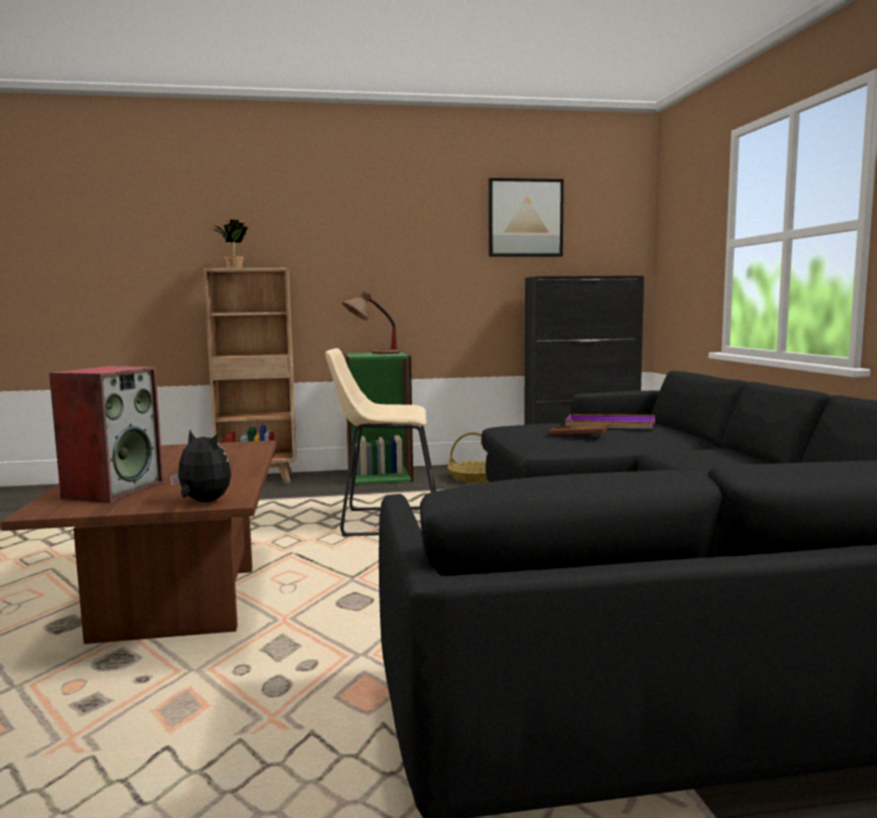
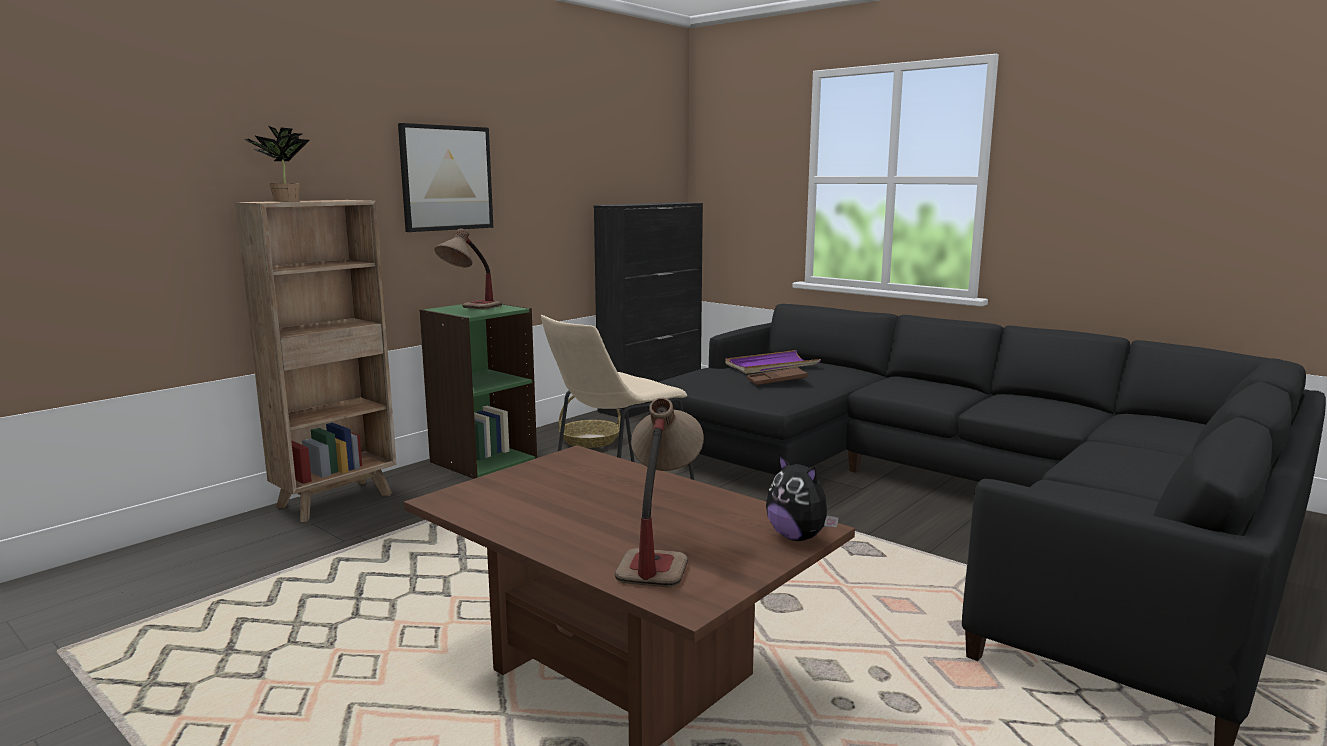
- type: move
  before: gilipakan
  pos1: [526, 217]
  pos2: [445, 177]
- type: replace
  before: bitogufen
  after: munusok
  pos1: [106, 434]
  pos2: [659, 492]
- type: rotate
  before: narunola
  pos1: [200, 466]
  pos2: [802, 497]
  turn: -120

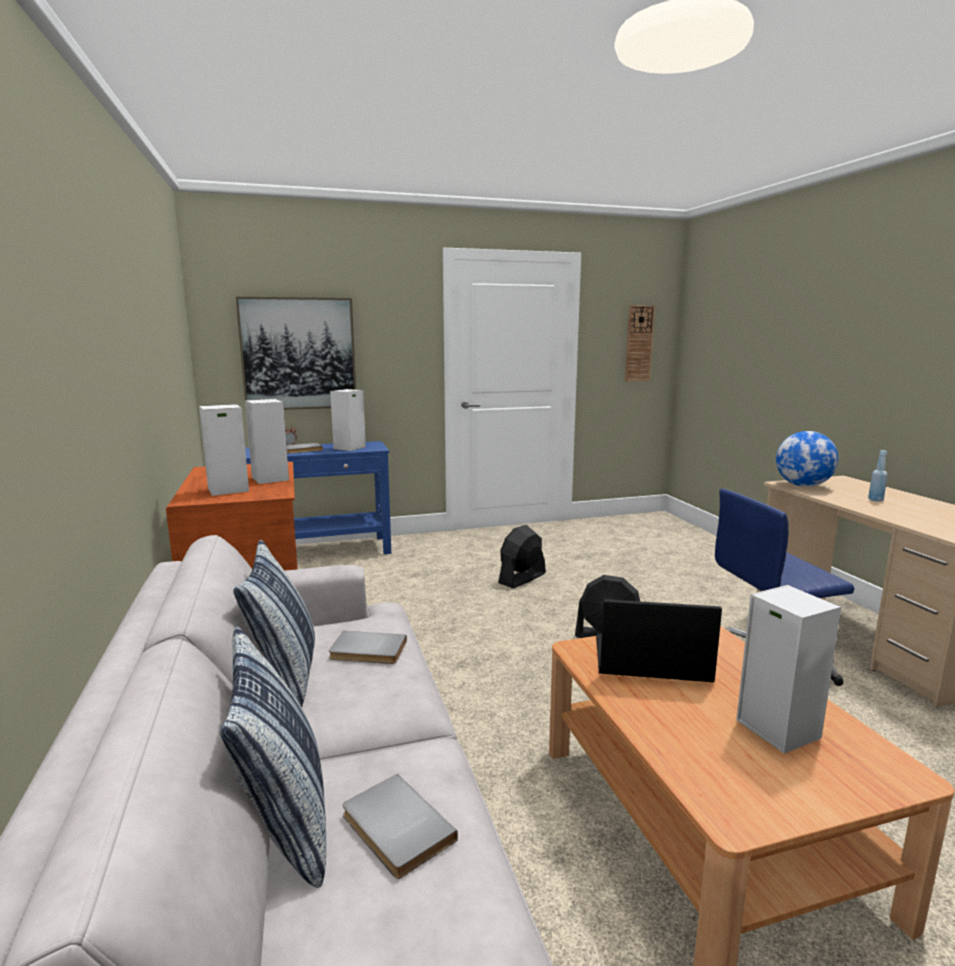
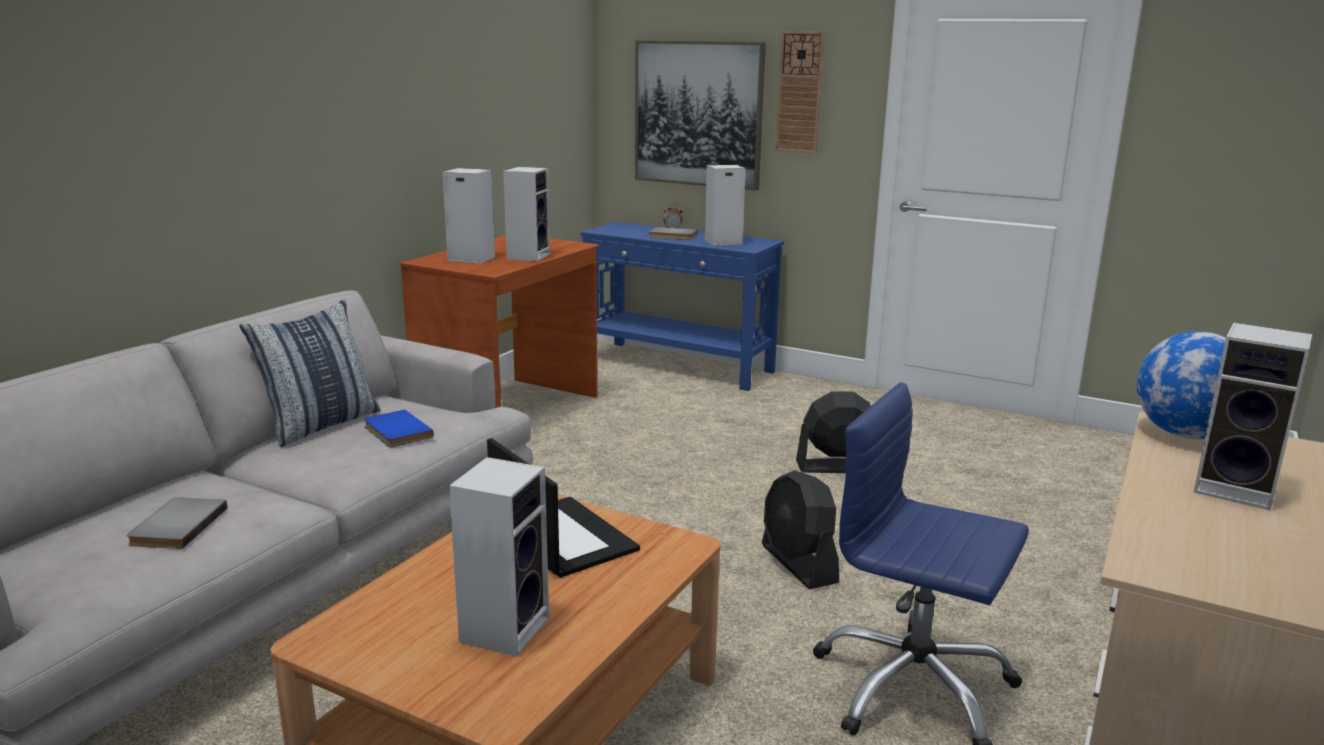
- type: move
  before: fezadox
  pos1: [640, 343]
  pos2: [800, 92]
- type: replace
  before: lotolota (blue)
  after: bitogufen
  pos1: [877, 475]
  pos2: [1253, 416]
- type: delete
  before: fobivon
  pos1: [273, 757]
- type: recolor
  before: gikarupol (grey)
  after: gikarupol (blue)
  pos1: [368, 647]
  pos2: [399, 428]

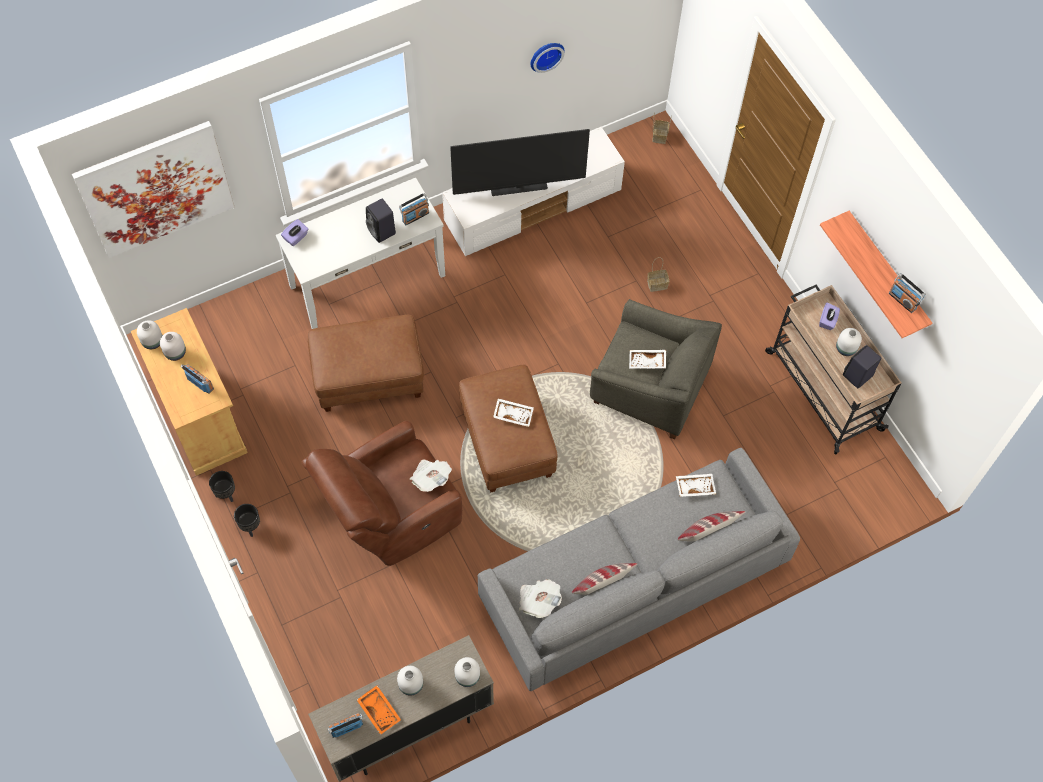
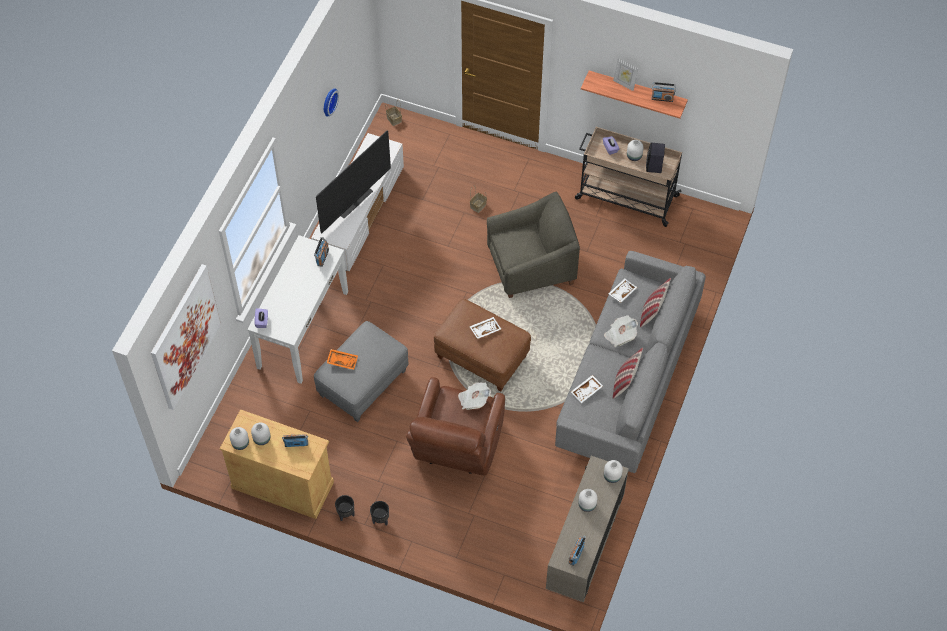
- type: delete
  before: bitogufen (black)
  pos1: [381, 220]
- type: recolor
  before: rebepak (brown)
  after: rebepak (grey)
  pos1: [366, 363]
  pos2: [361, 371]
- type: move
  before: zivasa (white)
  pos1: [647, 359]
  pos2: [587, 389]
- type: move
  before: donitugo
  pos1: [540, 598]
  pos2: [621, 331]
- type: move
  before: zivasa (orange)
  pos1: [379, 710]
  pos2: [342, 359]
- type: insert
  after: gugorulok
  pos2: [625, 74]

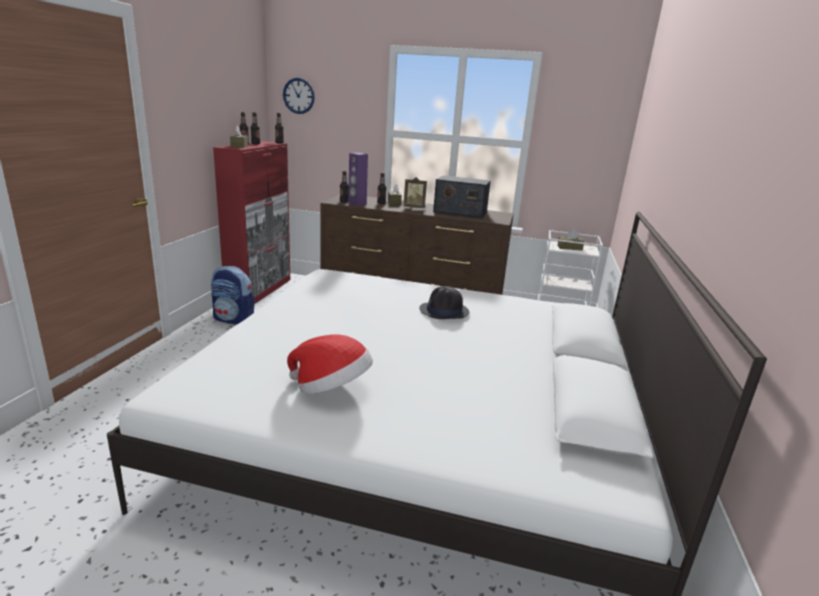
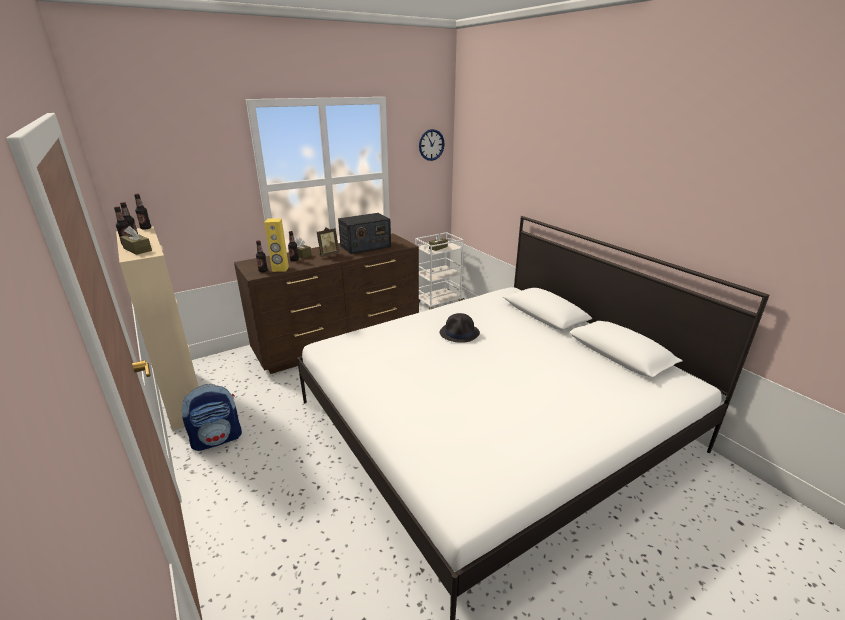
- type: move
  before: fezadox
  pos1: [299, 96]
  pos2: [432, 145]
- type: recolor
  before: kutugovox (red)
  after: kutugovox (beige)
  pos1: [251, 222]
  pos2: [157, 328]
- type: recolor
  before: bitogufen (purple)
  after: bitogufen (yellow)
  pos1: [358, 179]
  pos2: [276, 245]
- type: delete
  before: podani
  pos1: [330, 364]

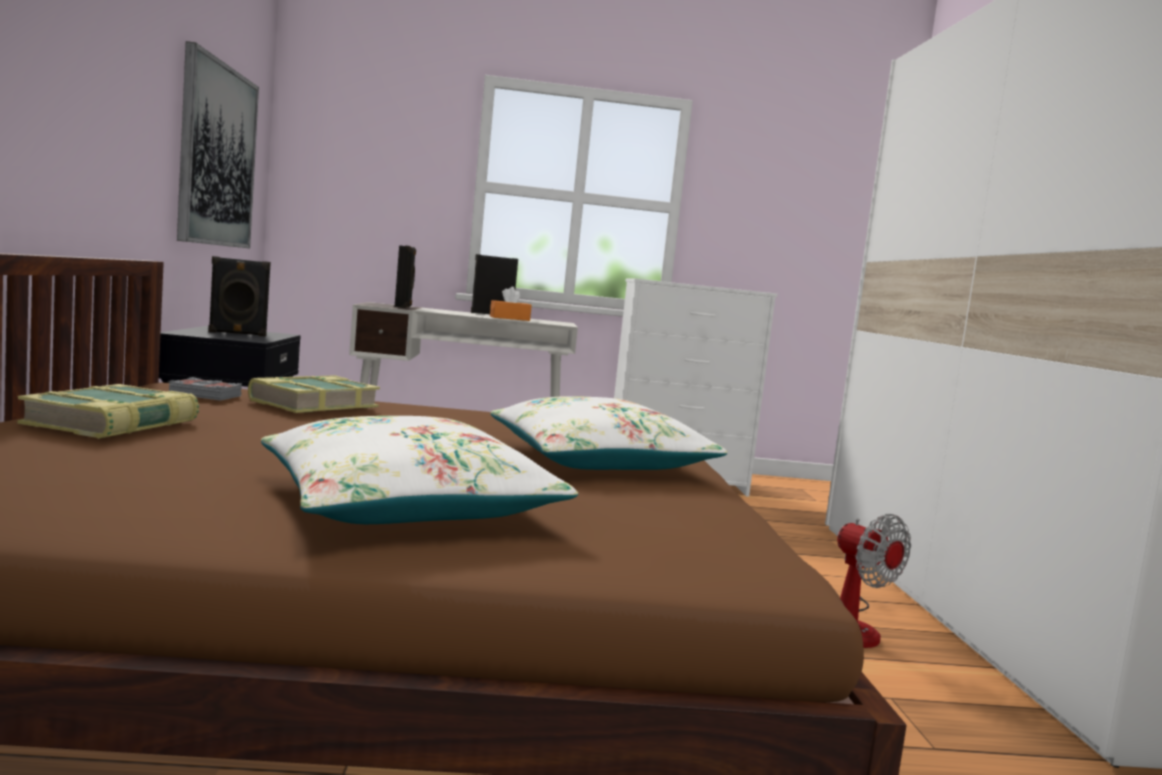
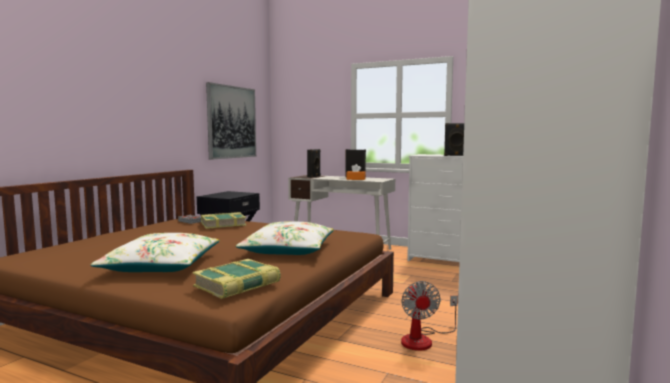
- type: move
  before: bitogufen (black)
  pos1: [239, 296]
  pos2: [454, 139]
- type: move
  before: gikarupol
  pos1: [108, 411]
  pos2: [237, 279]

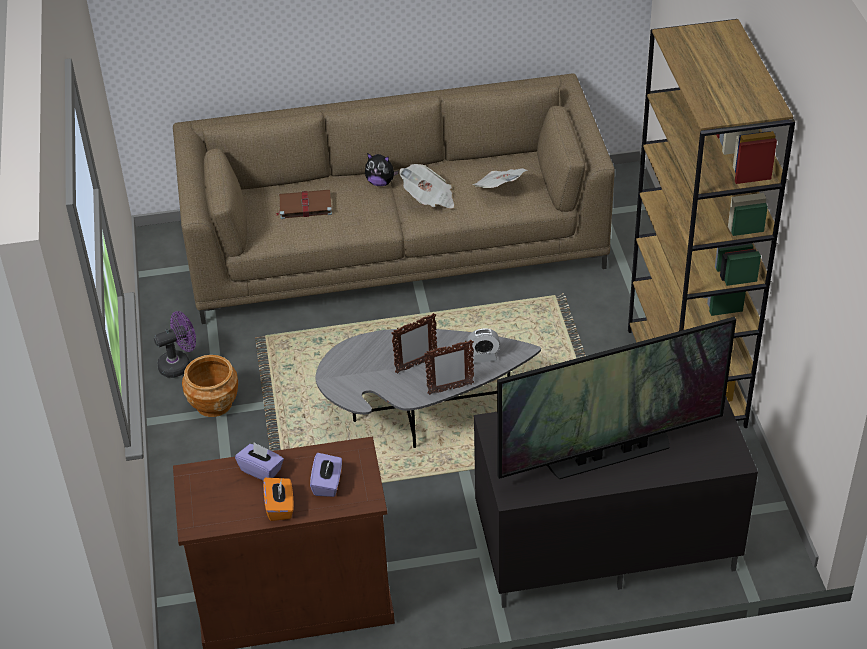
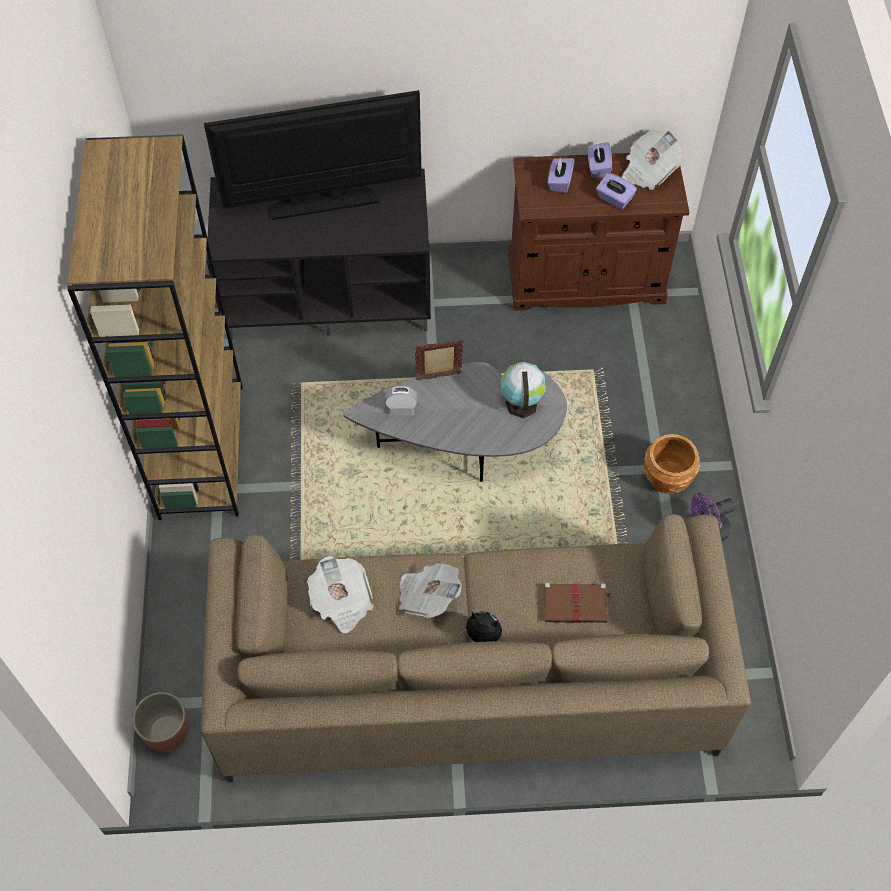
- type: delete
  before: gugorulok
  pos1: [414, 343]
- type: recolor
  before: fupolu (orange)
  after: fupolu (purple)
  pos1: [278, 499]
  pos2: [600, 160]
- type: insert
  after: donitugo
  pos2: [652, 159]
- type: insert
  after: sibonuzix
  pos2: [523, 390]
- type: insert
  after: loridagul
  pos2: [161, 722]

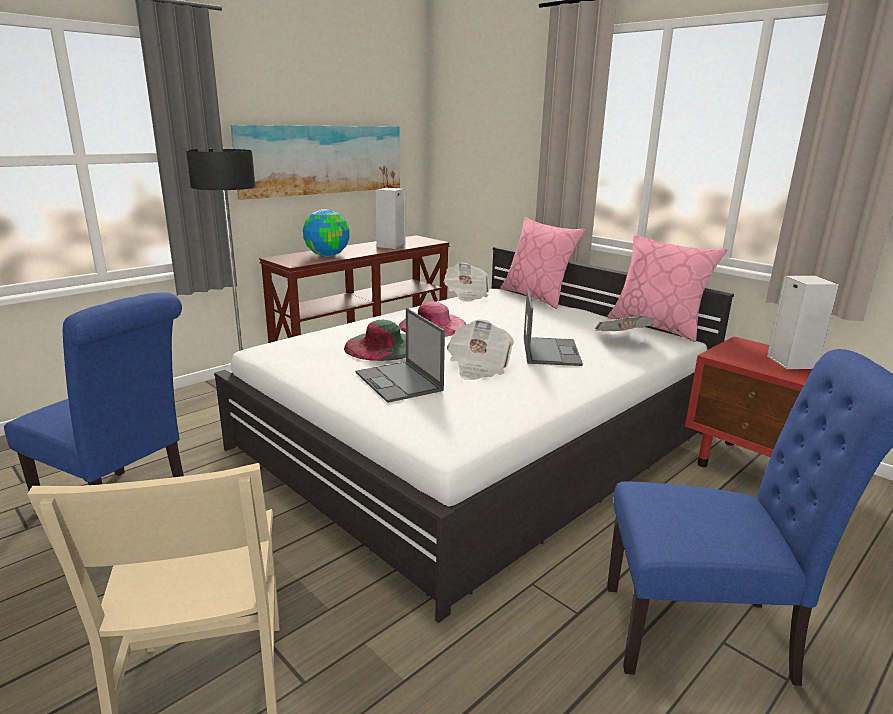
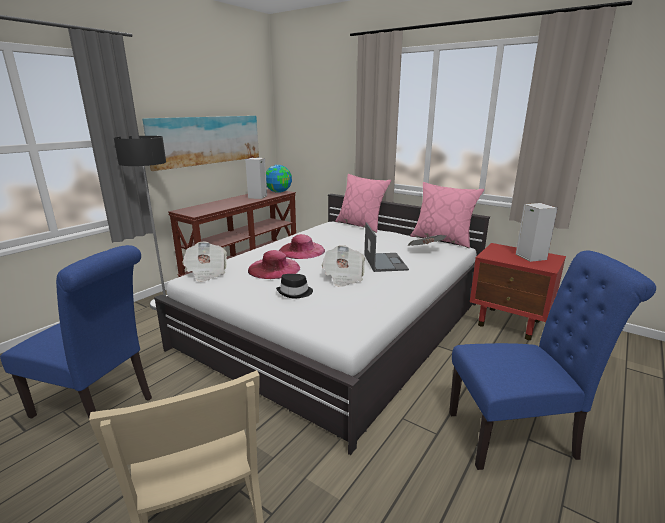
- type: move
  before: sibonuzix
  pos1: [326, 233]
  pos2: [279, 179]
- type: move
  before: donitugo
  pos1: [466, 282]
  pos2: [204, 261]
- type: replace
  before: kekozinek
  after: podani (black)
  pos1: [400, 355]
  pos2: [294, 286]
- type: recolor
  before: podani (green)
  after: podani (pink)
  pos1: [375, 340]
  pos2: [274, 264]

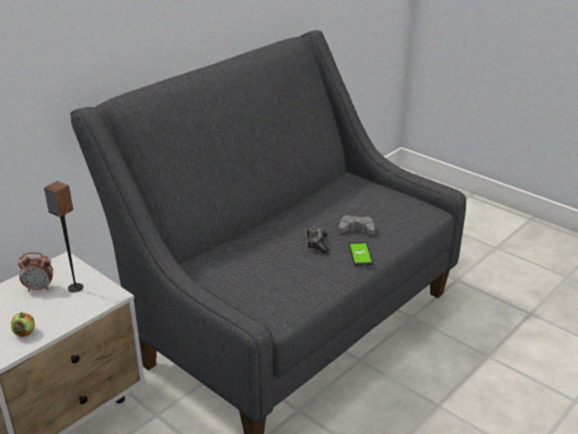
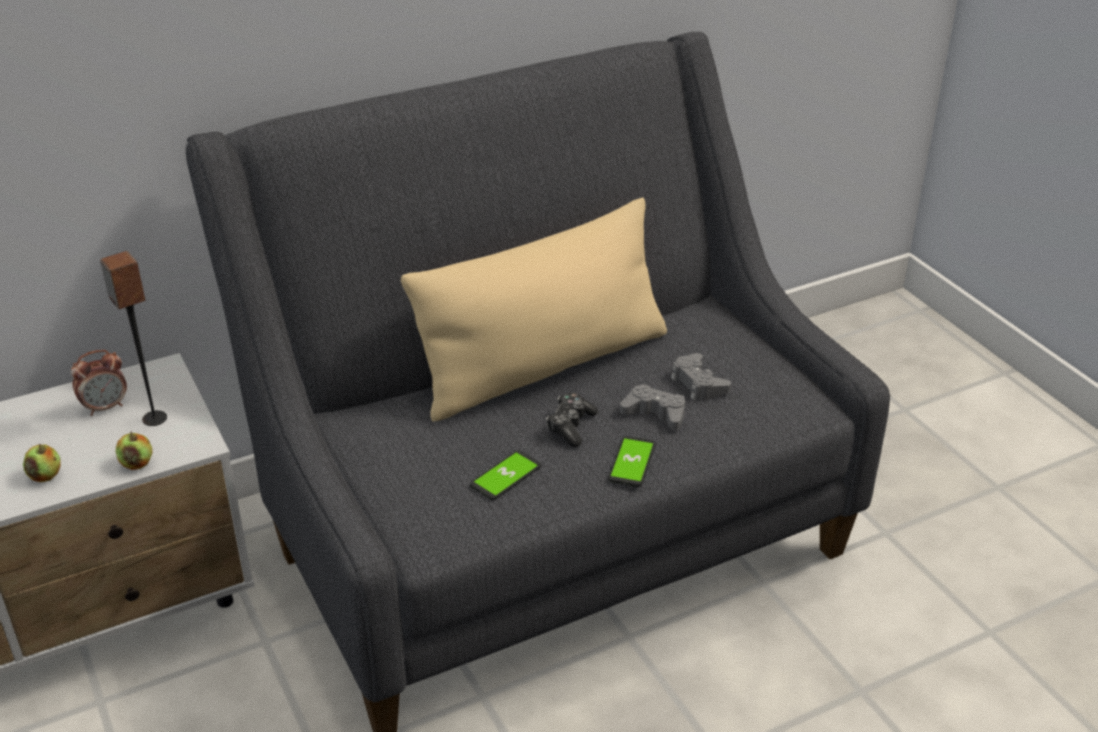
- type: rotate
  before: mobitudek
  pos1: [35, 272]
  pos2: [99, 383]
  turn: -45
- type: insert
  after: fobivon (beige)
  pos2: [534, 310]
- type: insert
  after: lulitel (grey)
  pos2: [701, 376]
- type: insert
  after: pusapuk
  pos2: [134, 451]
- type: insert
  after: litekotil
  pos2: [506, 475]

